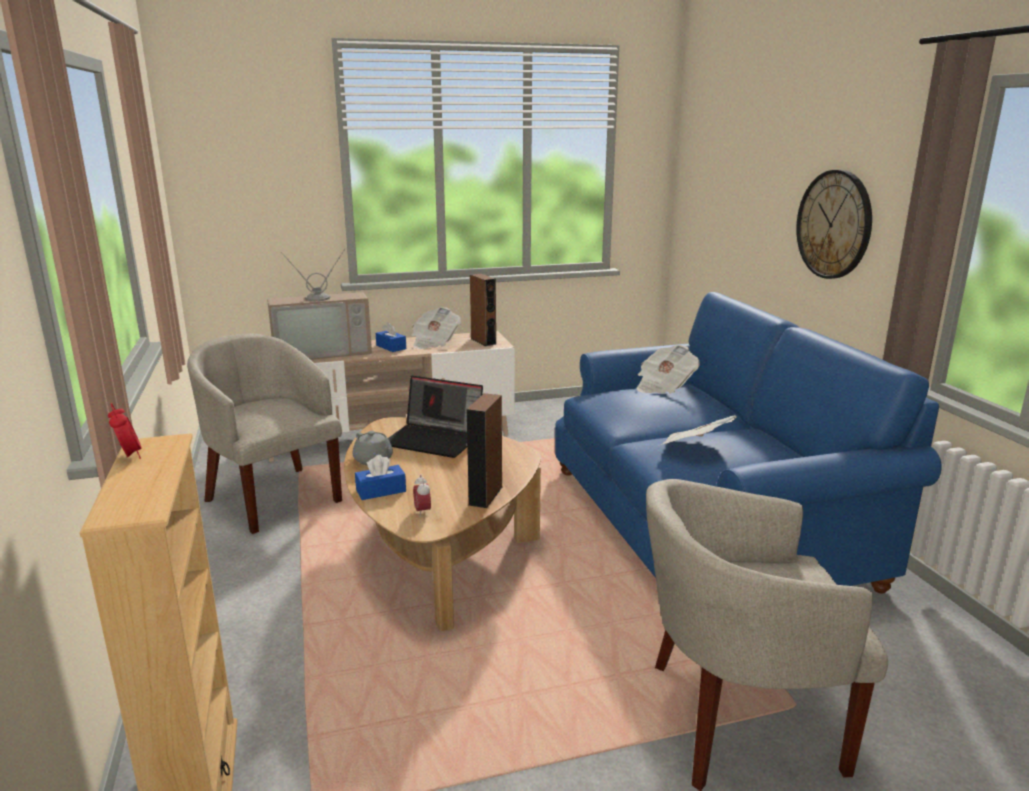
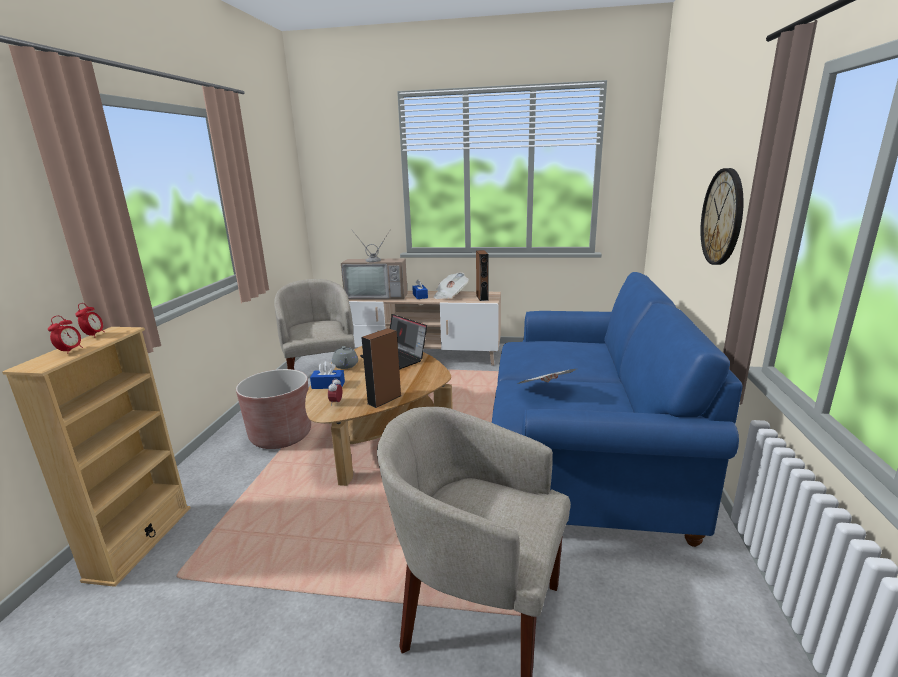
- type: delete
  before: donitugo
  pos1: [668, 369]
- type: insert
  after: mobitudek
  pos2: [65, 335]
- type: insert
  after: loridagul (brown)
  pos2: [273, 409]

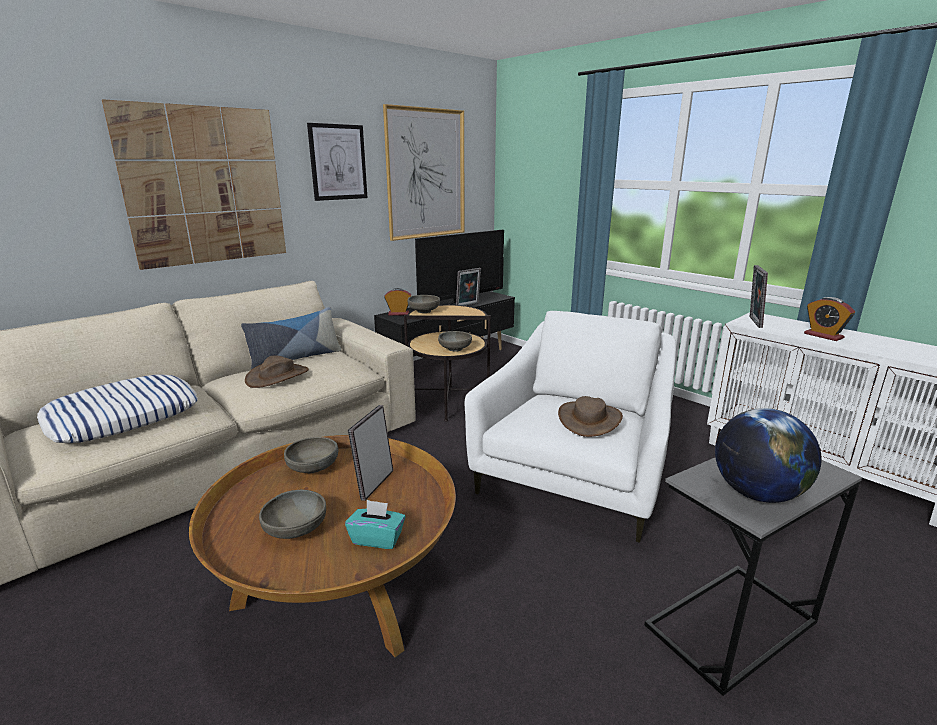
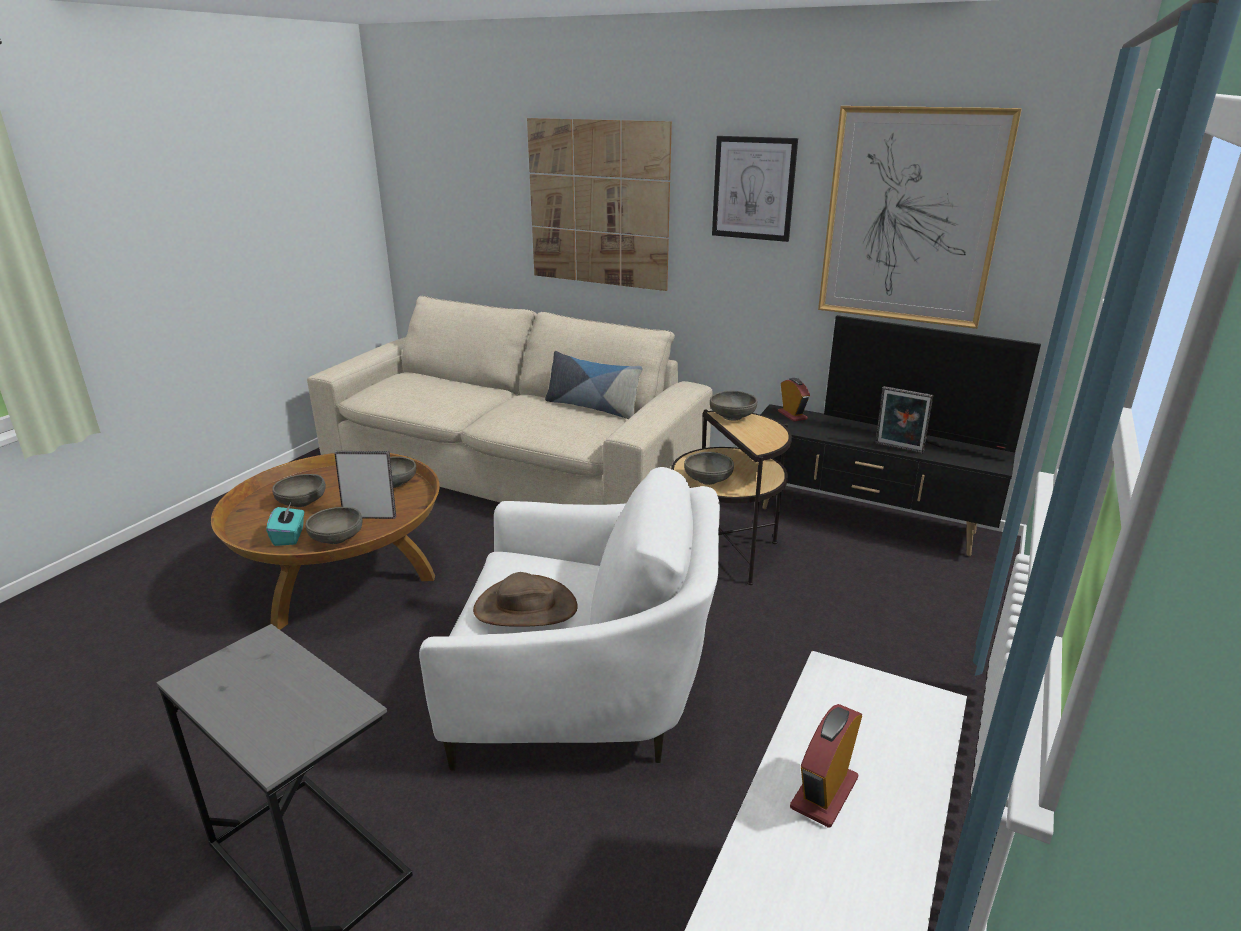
- type: delete
  before: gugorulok
  pos1: [759, 296]
- type: delete
  before: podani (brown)
  pos1: [277, 371]
- type: delete
  before: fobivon
  pos1: [117, 408]
- type: delete
  before: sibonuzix
  pos1: [768, 455]
- type: insert
  after: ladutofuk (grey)
  pos2: [334, 525]

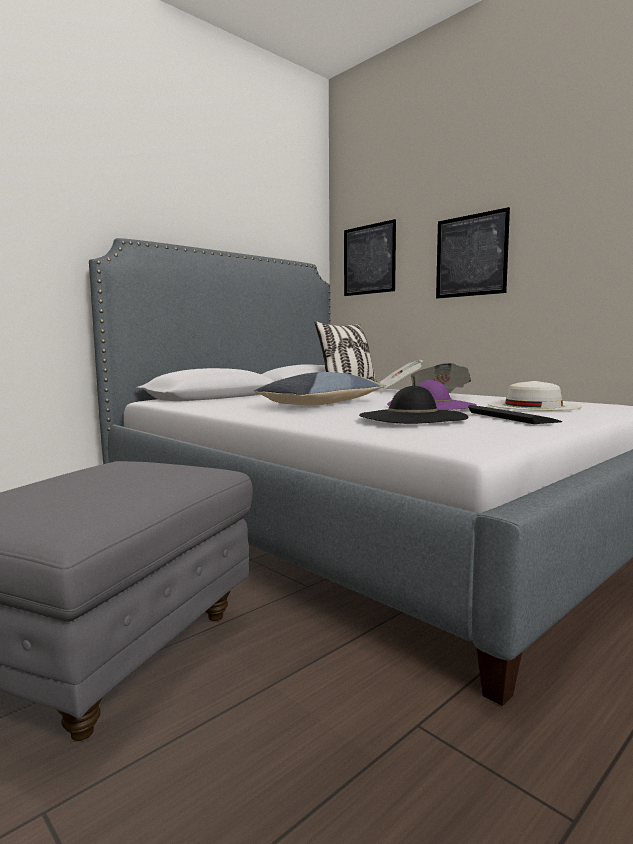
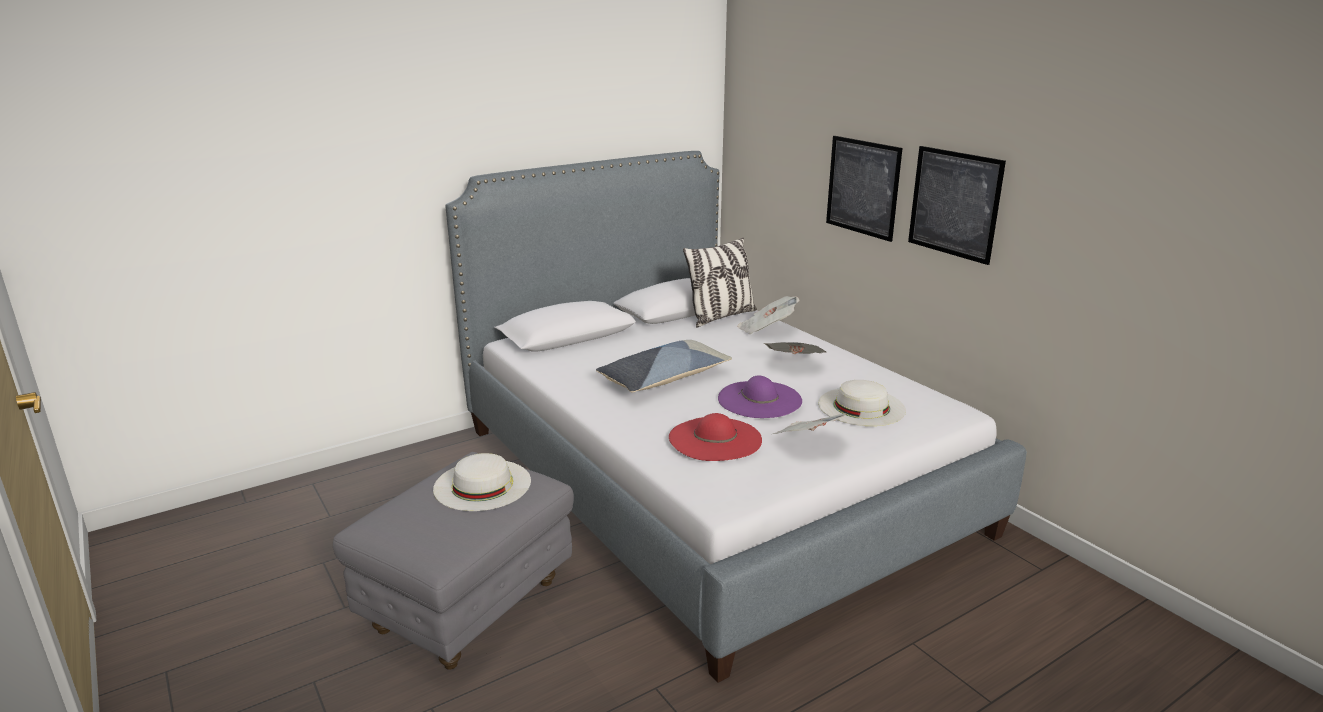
- type: move
  before: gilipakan
  pos1: [370, 257]
  pos2: [957, 205]
- type: recolor
  before: podani (black)
  after: podani (red)
  pos1: [413, 405]
  pos2: [715, 437]
- type: replace
  before: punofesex
  after: donitugo
  pos1: [515, 414]
  pos2: [811, 423]
- type: insert
  after: podani (white)
  pos2: [482, 482]

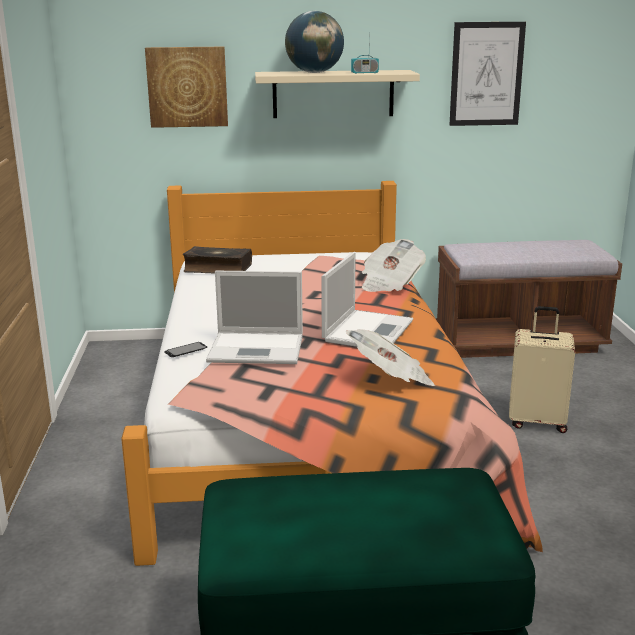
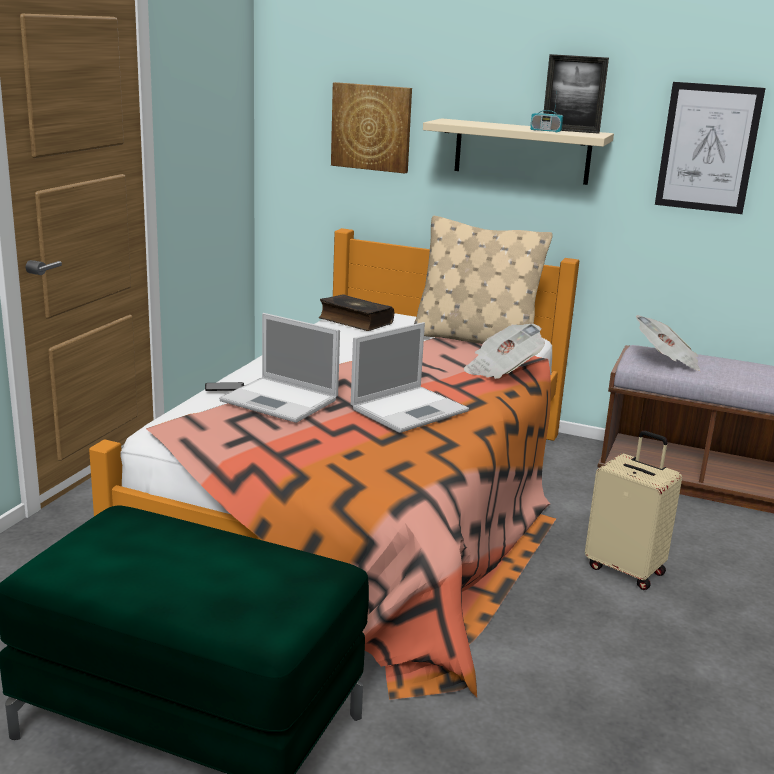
- type: delete
  before: sibonuzix
  pos1: [314, 42]
- type: move
  before: donitugo
  pos1: [390, 357]
  pos2: [668, 343]
- type: insert
  after: gugorulok
  pos2: [576, 94]
- type: insert
  after: fobivon (beige)
  pos2: [483, 280]

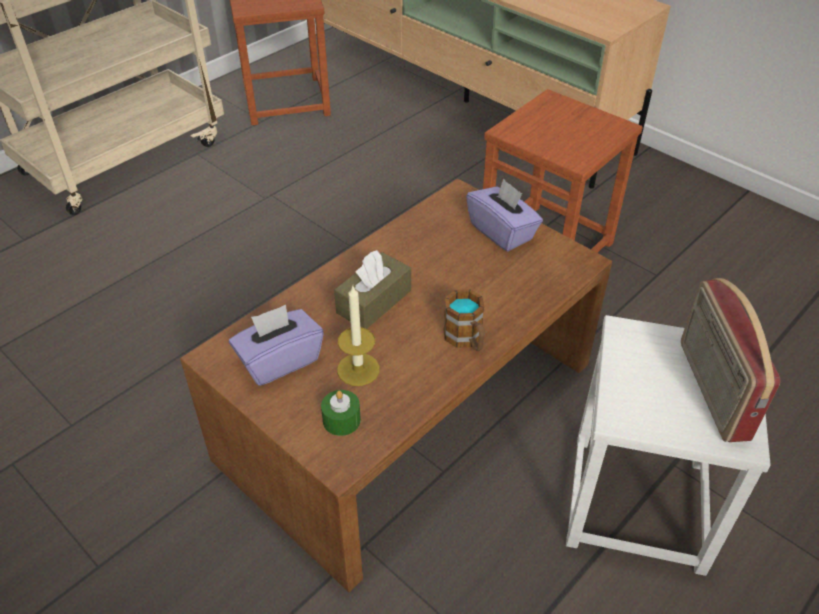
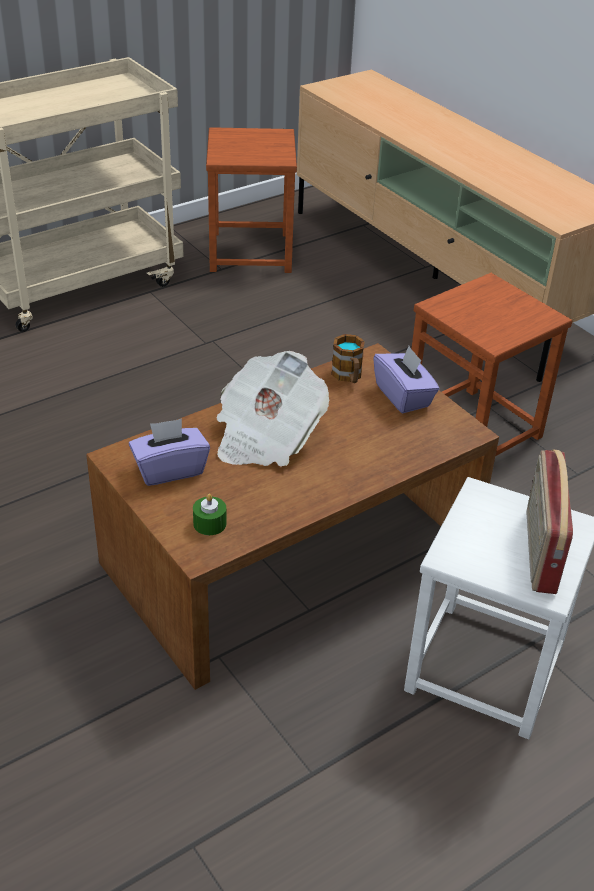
- type: replace
  before: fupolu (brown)
  after: donitugo
  pos1: [372, 289]
  pos2: [272, 409]
- type: delete
  before: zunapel
  pos1: [358, 336]
- type: move
  before: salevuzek
  pos1: [464, 320]
  pos2: [348, 358]

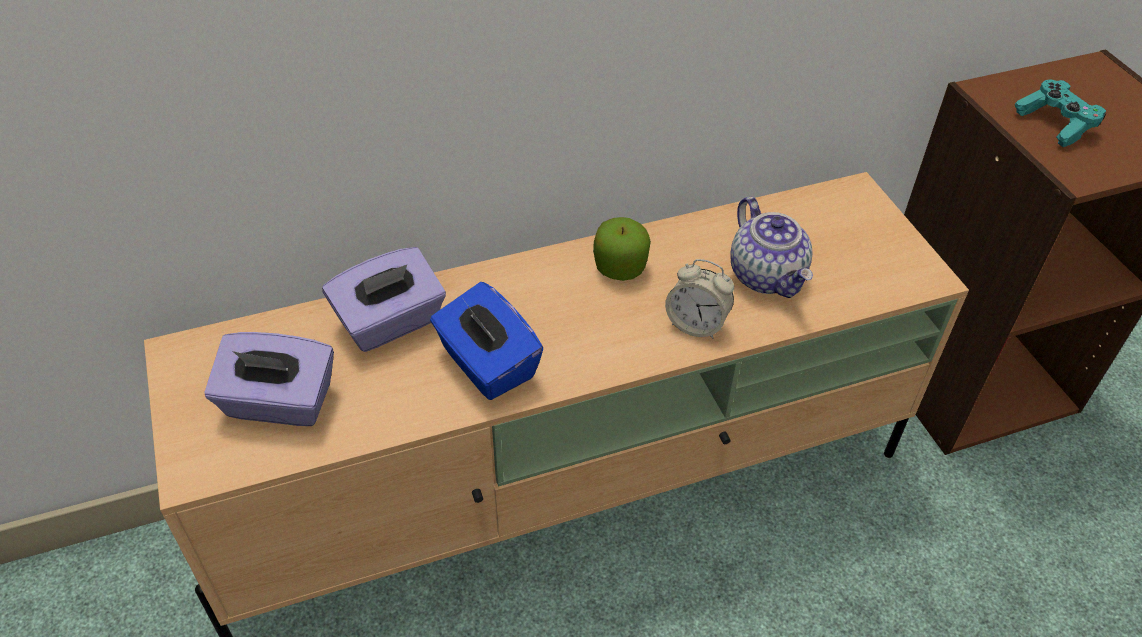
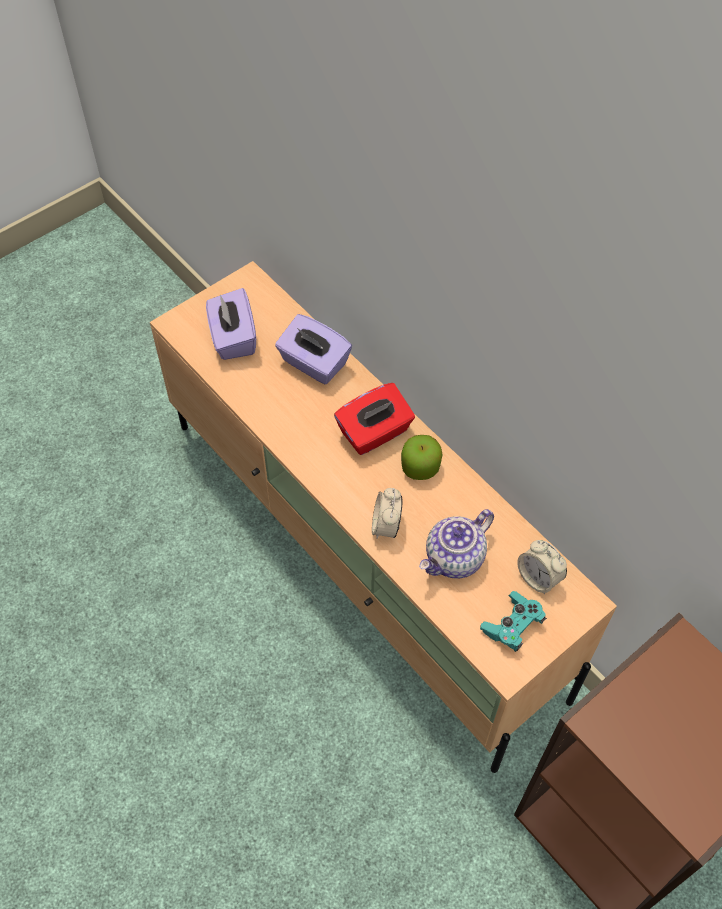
- type: move
  before: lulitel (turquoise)
  pos1: [1060, 113]
  pos2: [513, 621]
- type: delete
  before: fupolu (blue)
  pos1: [487, 341]
- type: insert
  after: fupolu (red)
  pos2: [374, 419]
- type: insert
  after: mobitudek
  pos2: [542, 567]

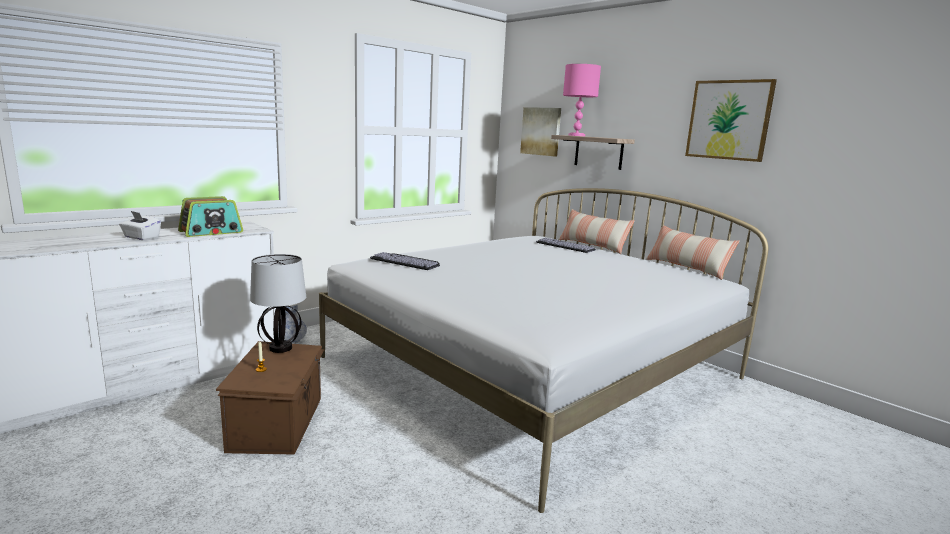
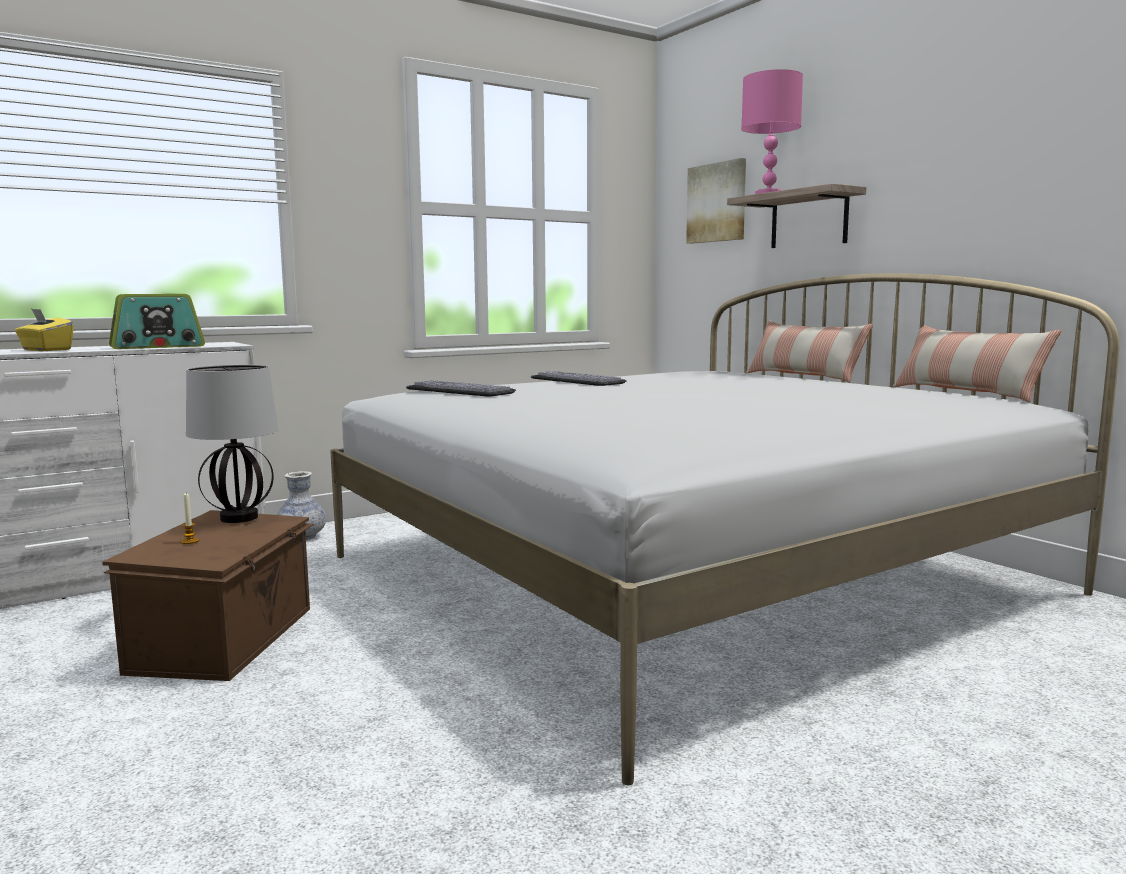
- type: delete
  before: gilipakan
  pos1: [731, 120]
- type: recolor
  before: fupolu (white)
  after: fupolu (yellow)
  pos1: [140, 225]
  pos2: [44, 330]
- type: move
  before: punofesex
  pos1: [566, 245]
  pos2: [578, 378]

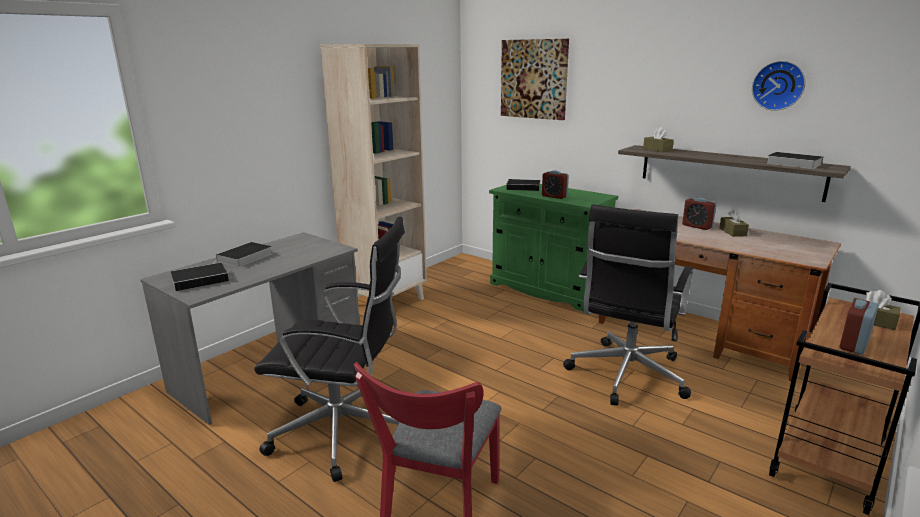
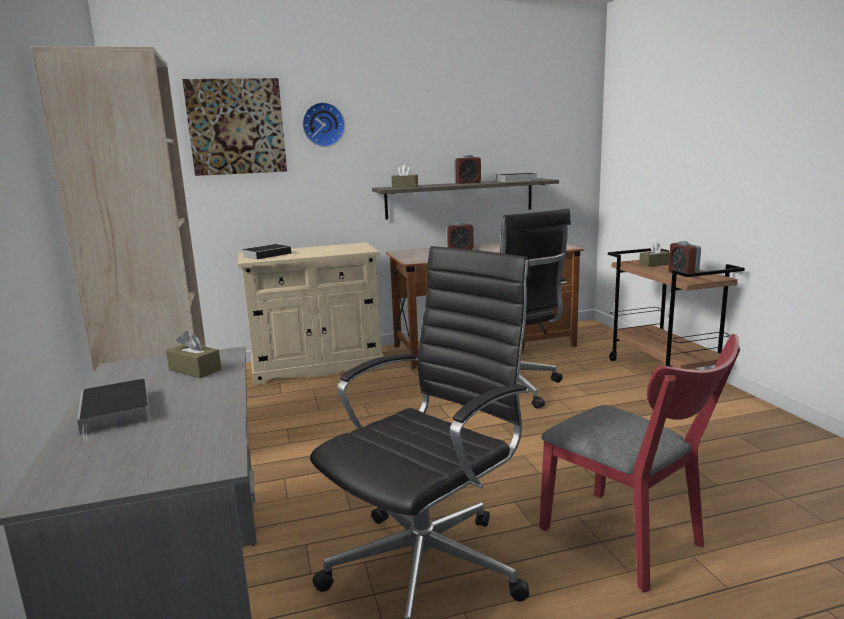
- type: move
  before: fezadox
  pos1: [778, 86]
  pos2: [323, 124]
- type: move
  before: mobitudek
  pos1: [555, 184]
  pos2: [467, 169]
- type: recolor
  before: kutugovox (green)
  after: kutugovox (beige)
  pos1: [553, 247]
  pos2: [311, 313]
- type: move
  before: fupolu (brown)
  pos1: [734, 223]
  pos2: [193, 354]
- type: delete
  before: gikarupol
  pos1: [202, 277]

